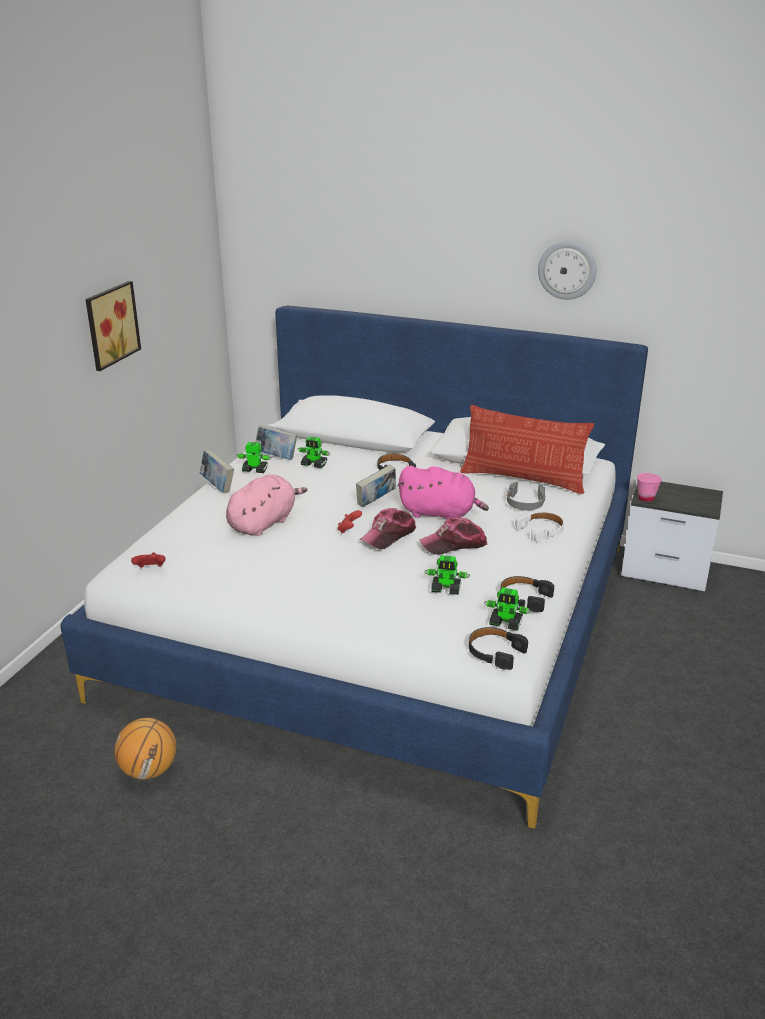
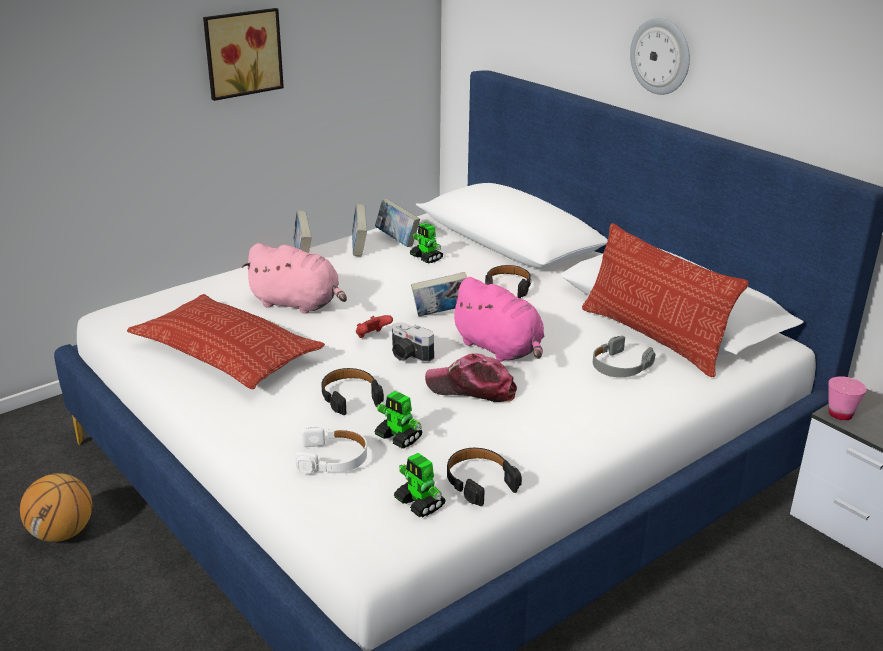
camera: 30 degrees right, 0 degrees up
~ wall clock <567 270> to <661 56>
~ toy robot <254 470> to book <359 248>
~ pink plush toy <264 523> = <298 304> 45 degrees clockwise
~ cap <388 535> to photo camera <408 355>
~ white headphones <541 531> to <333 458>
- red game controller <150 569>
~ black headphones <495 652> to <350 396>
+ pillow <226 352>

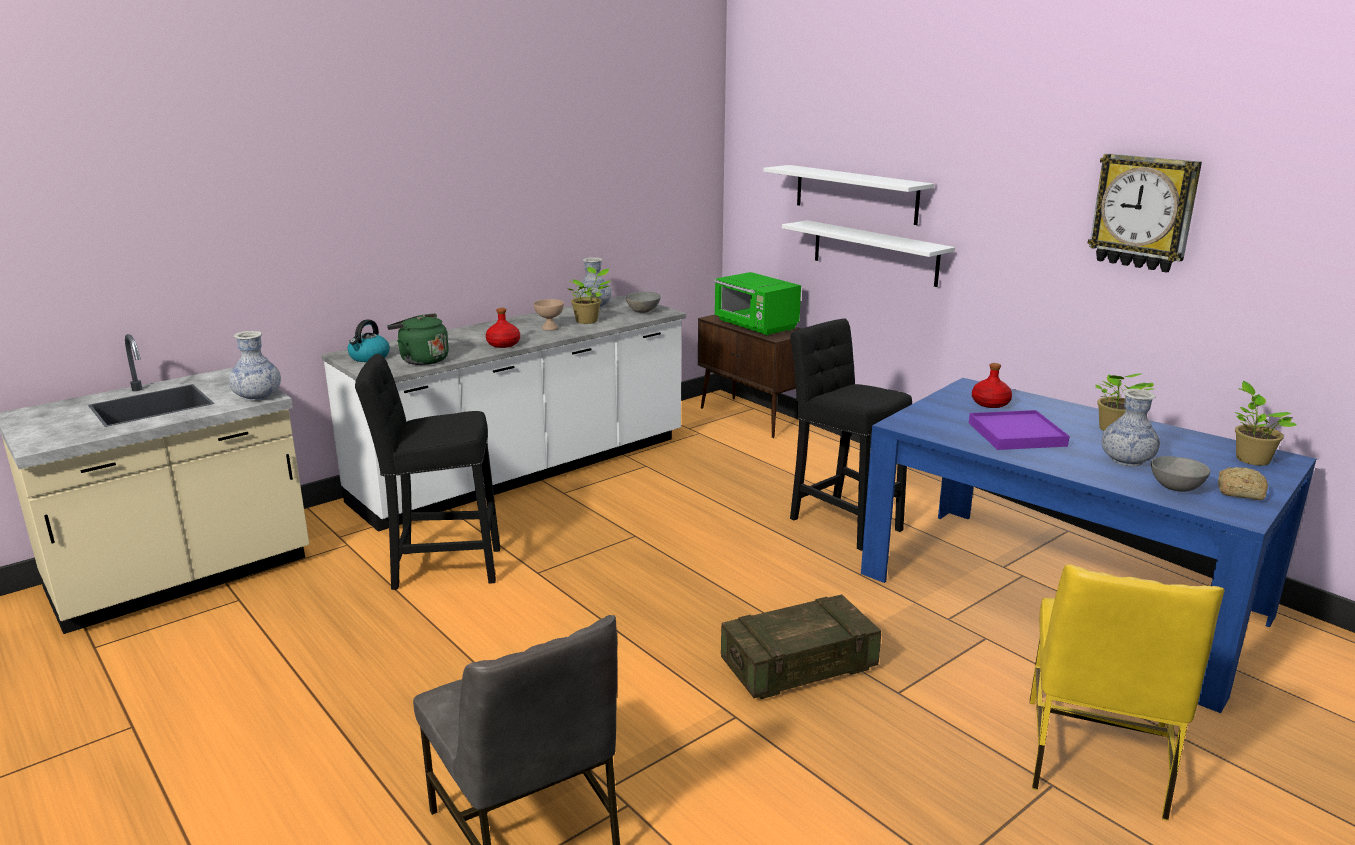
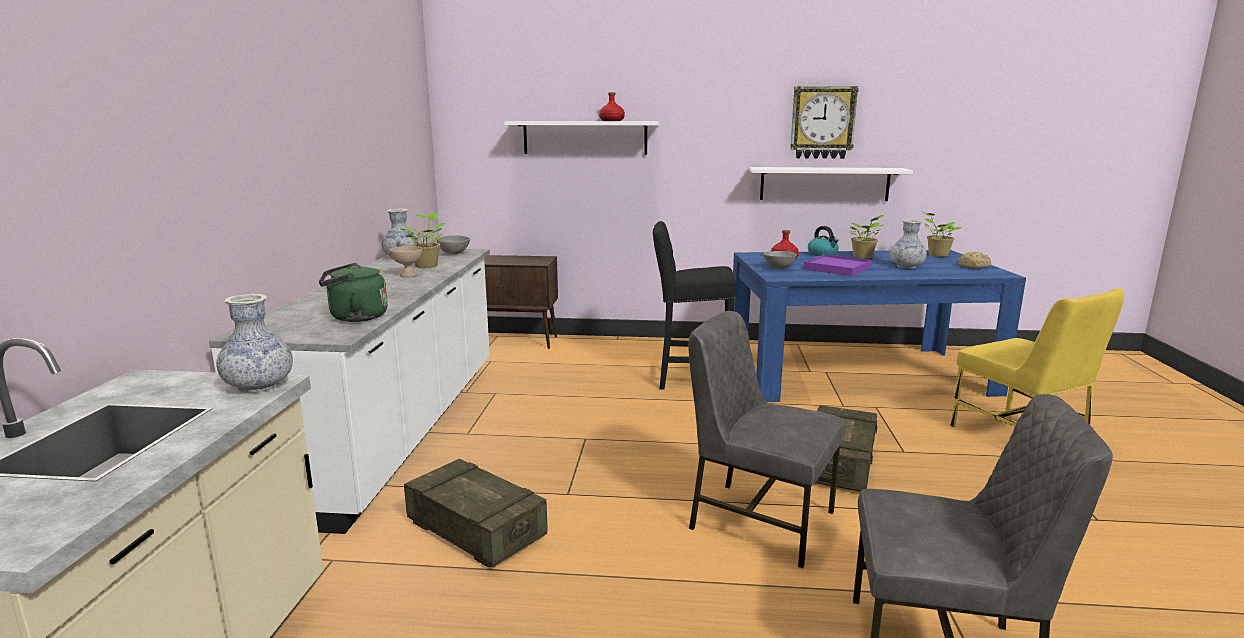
camera: 45 degrees left, 5 degrees down
~ white shelf <874 252> to <824 184>
- green microwave <756 326>
~ red bottle <503 344> to <611 121>
~ kettle <369 357> to <823 254>
~ black stool <440 567> to crate <476 530>
~ grey bowl <1175 488> to <778 268>
+ grey chair <759 520>

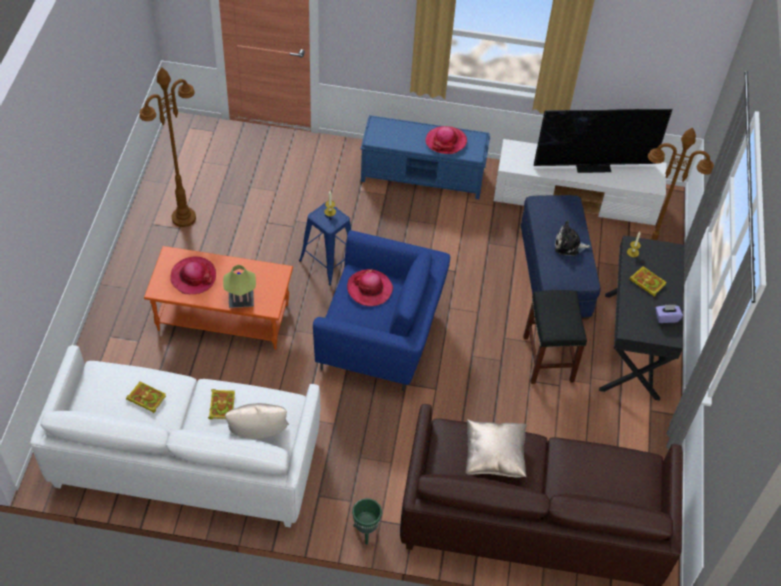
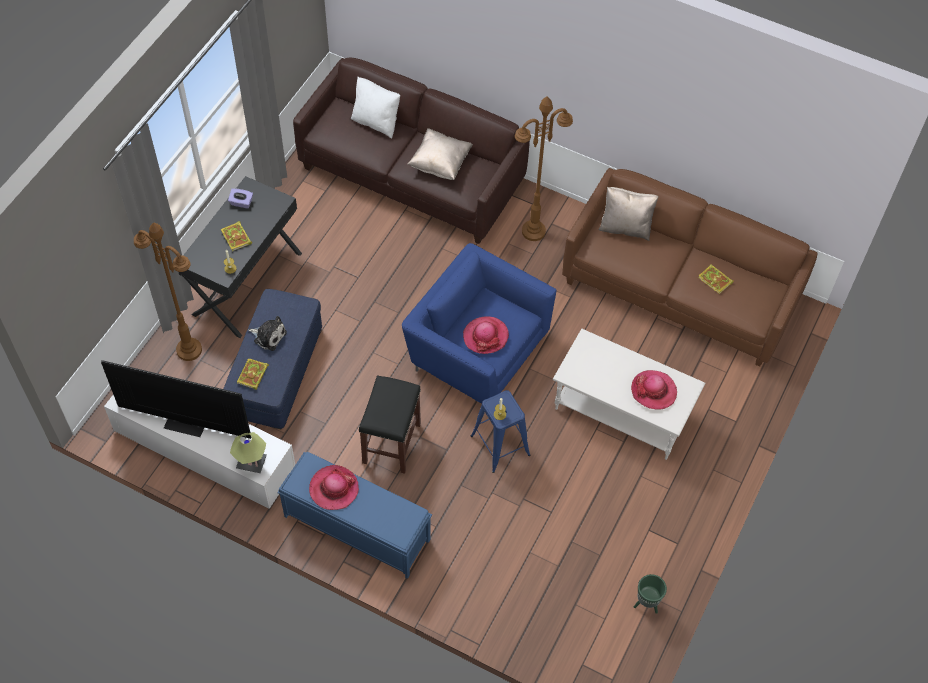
camera: 160 degrees left, 5 degrees up
~ brown floor lamp <184 217> to <533 231>
~ orange coffee table <222 318> to white coffee table <623 411>
~ table lamp <241 300> to <251 462>
~ black stool <547 358> to <392 444>
~ white sofa <186 458> to brown sofa <680 291>
~ book <221 405> to <252 375>
~ green planter <365 531> to <647 604>
+ white pillow <376 122>

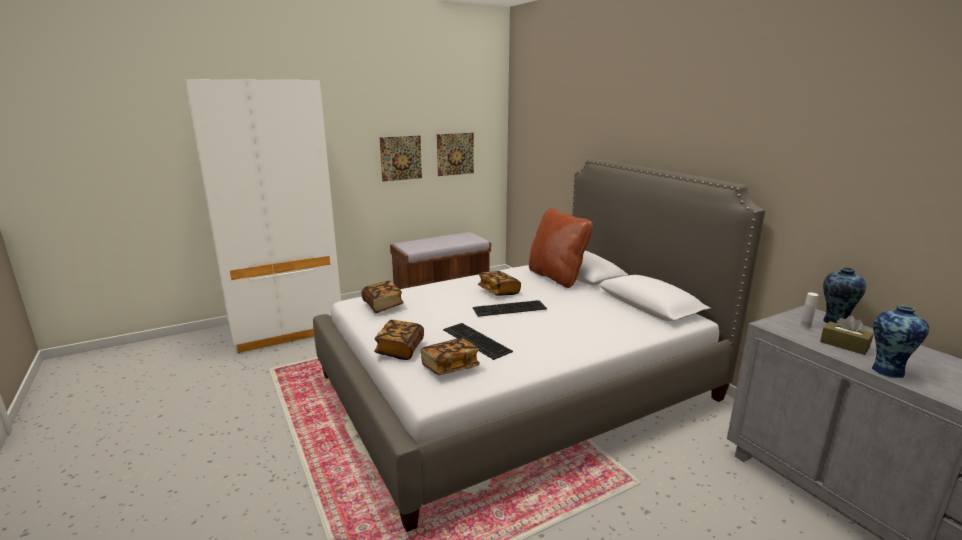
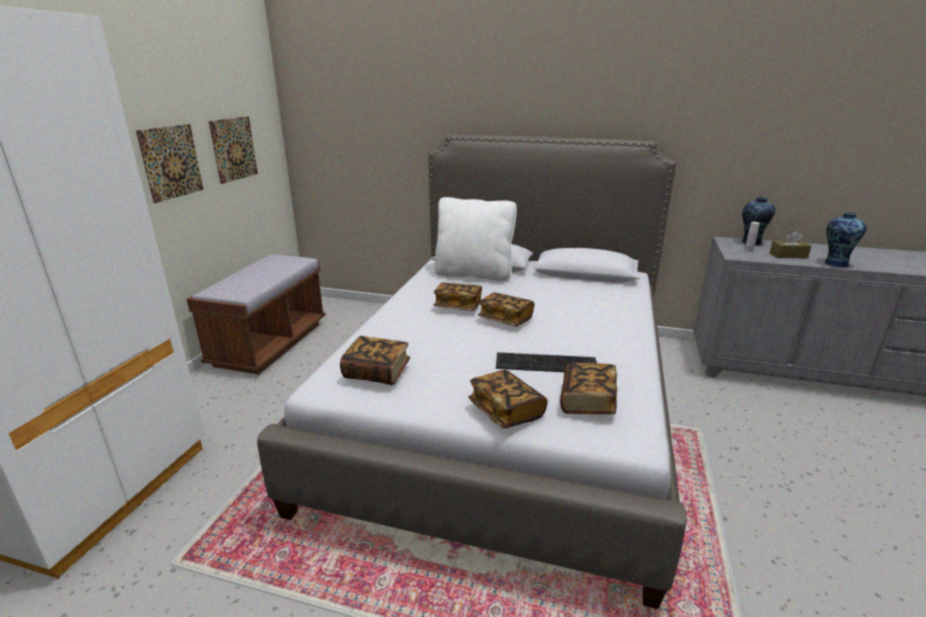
camera: 45 degrees left, 5 degrees up
~ brown pillow <557 277> to white pillow <474 274>
~ keyboard <509 309> to book <505 320>

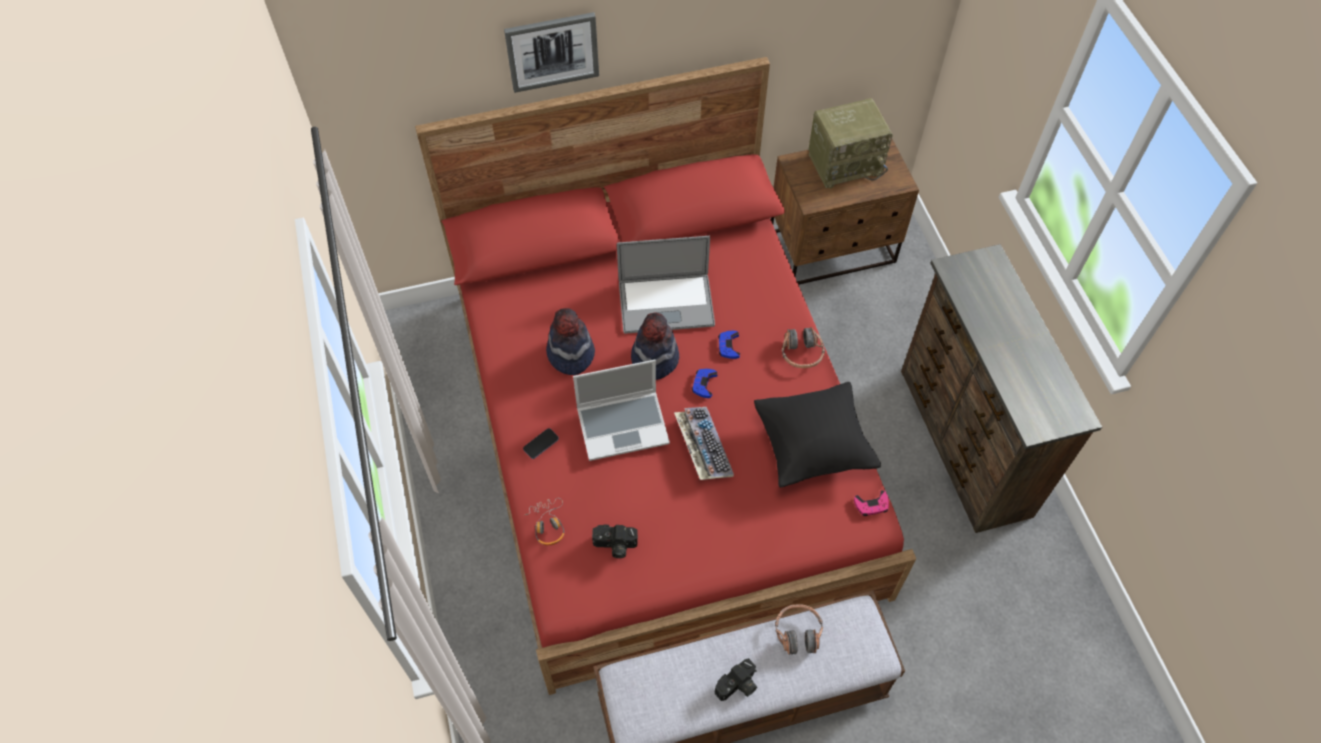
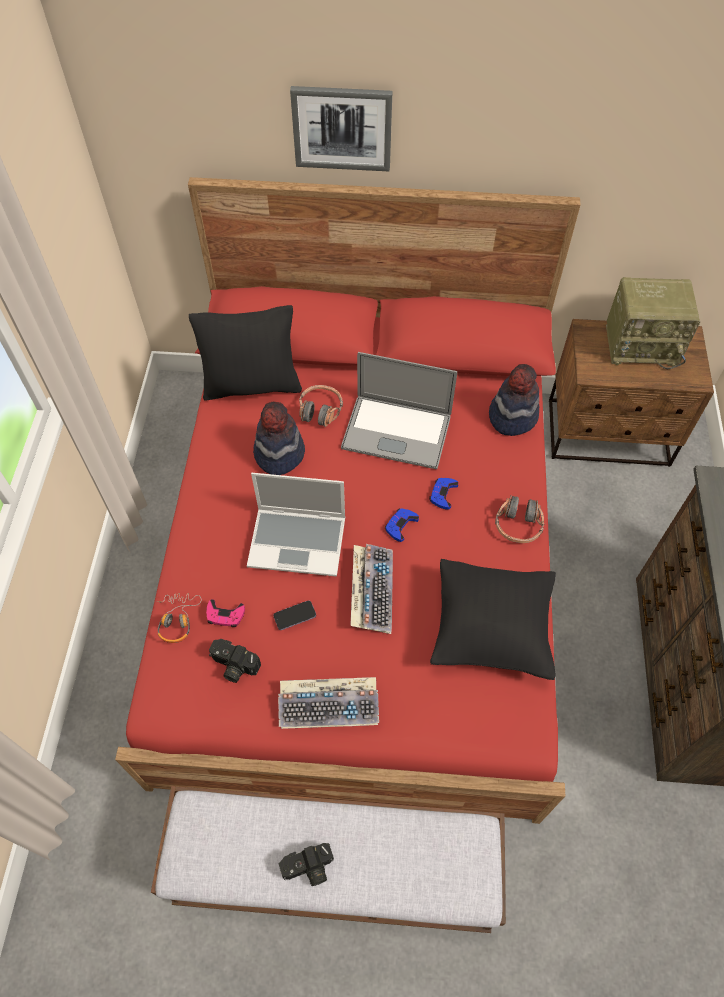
camera: 20 degrees right, 0 degrees up
~ hat <654 359> to <512 416>
~ phone <541 444> to <295 616>
~ pink game controller <871 505> to <225 615>
~ headphones <798 632> to <320 410>
+ black pillow <252 385>
+ keyboard <330 705>

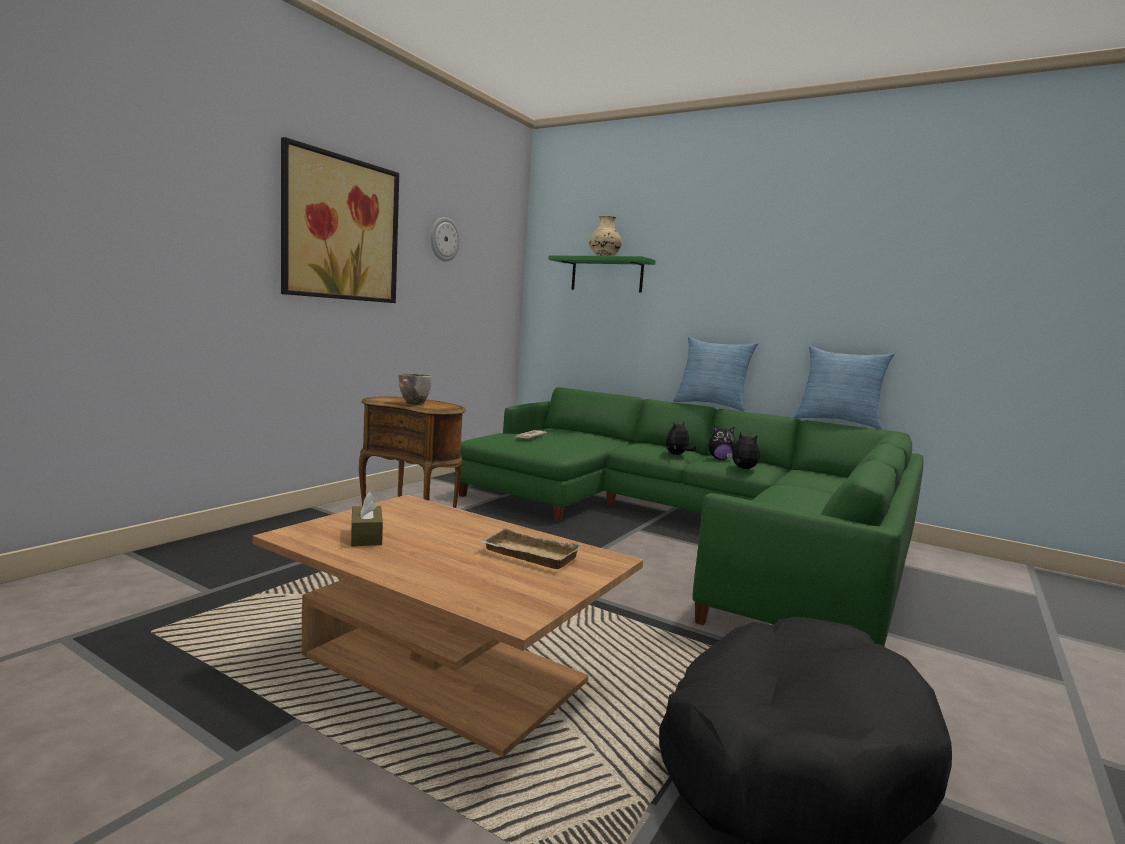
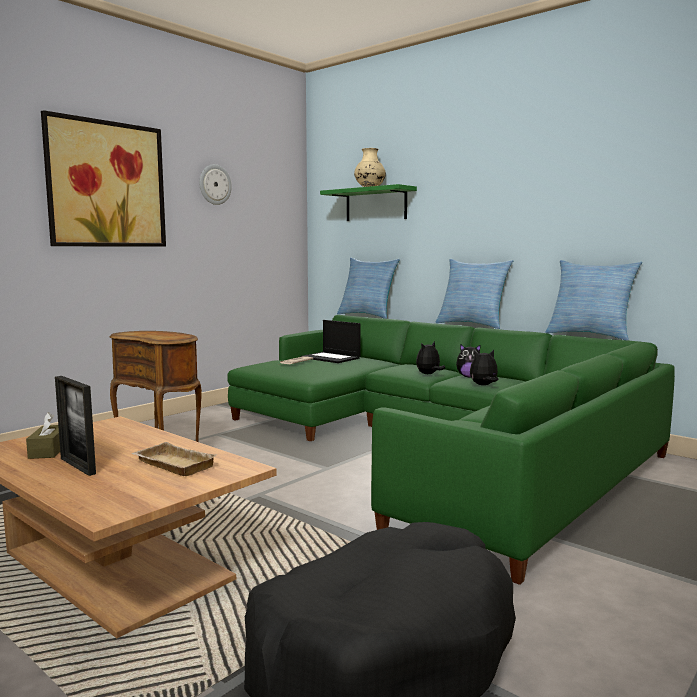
camera: 10 degrees right, 0 degrees up
- bowl <415 403>
~ plush toy <742 468> = <483 385> 75 degrees counterclockwise
+ pillow <367 315>
+ laptop <331 358>
+ picture frame <77 466>

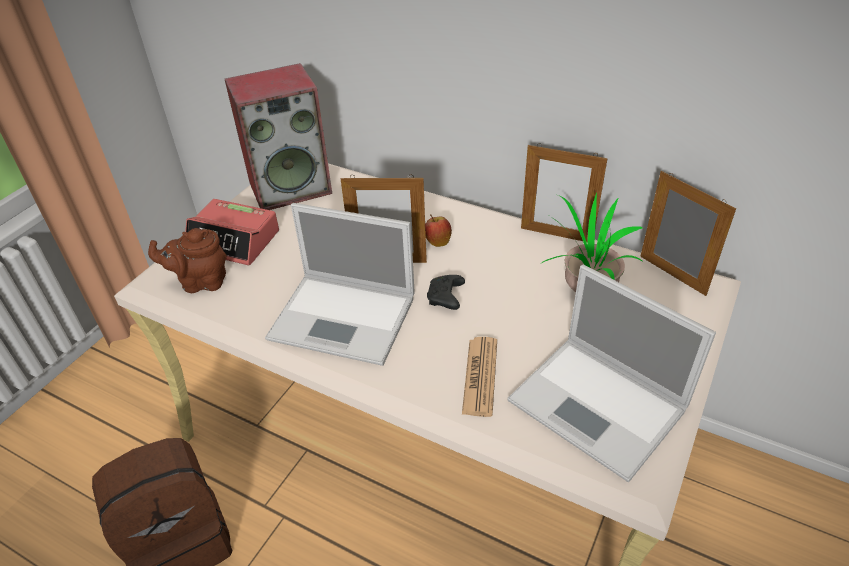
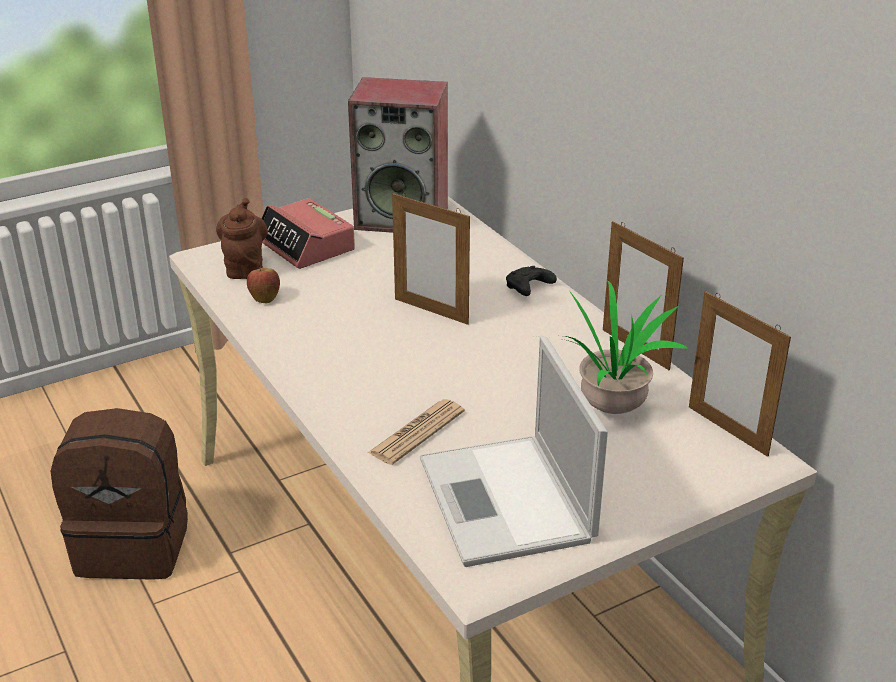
camera: 30 degrees right, 10 degrees down
~ picture frame <672 275> = <727 430> 150 degrees clockwise
- laptop <345 318>
~ apple <437 242> to <264 298>
~ brown teapot <201 282> = <245 267> 60 degrees clockwise
~ black game controller <446 298> to <528 288>

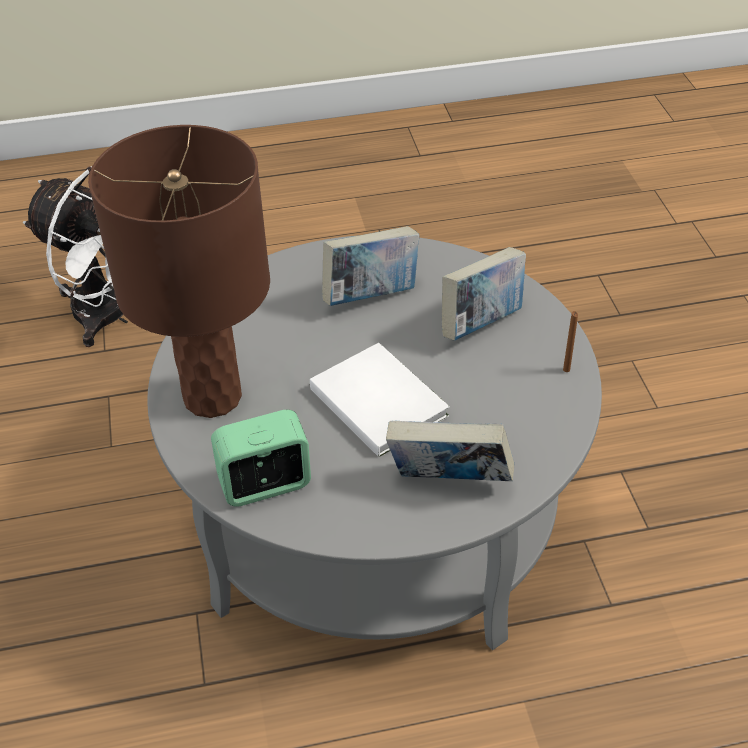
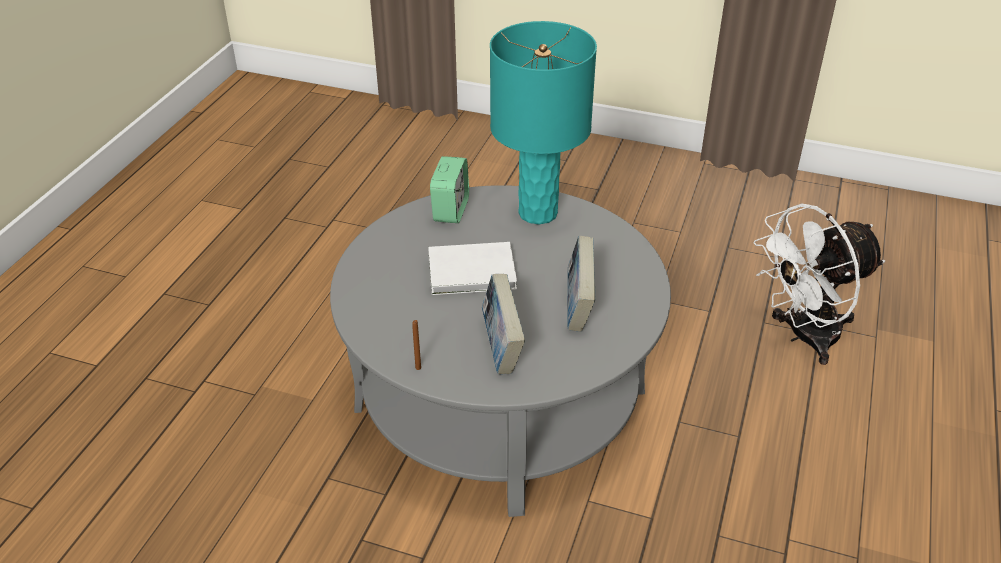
camera: 120 degrees right, 5 degrees down
~ brown table lamp <212 398> to turquoise table lamp <537 213>
- book <449 482>

